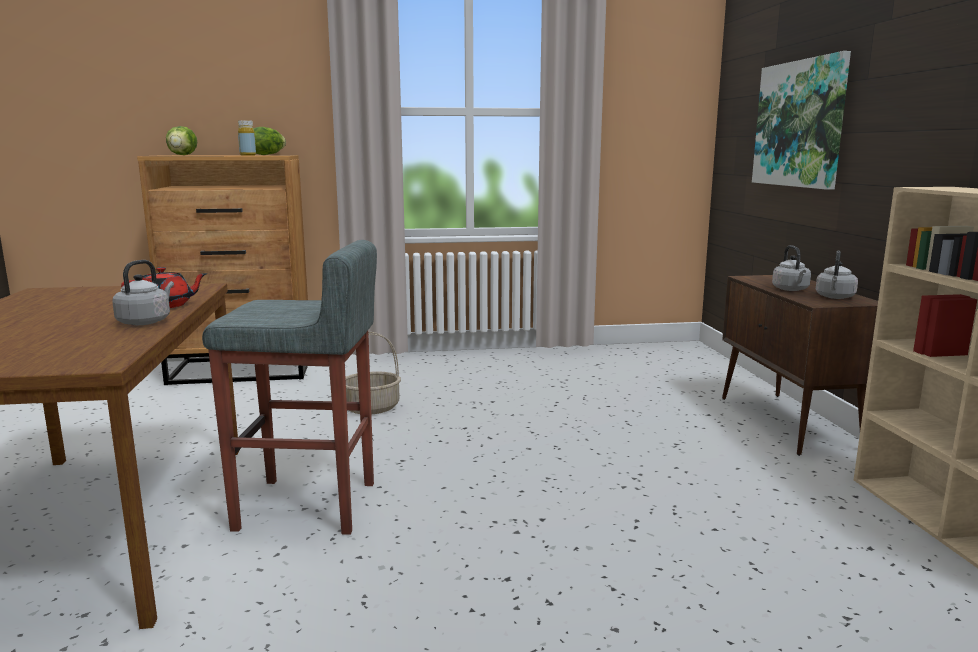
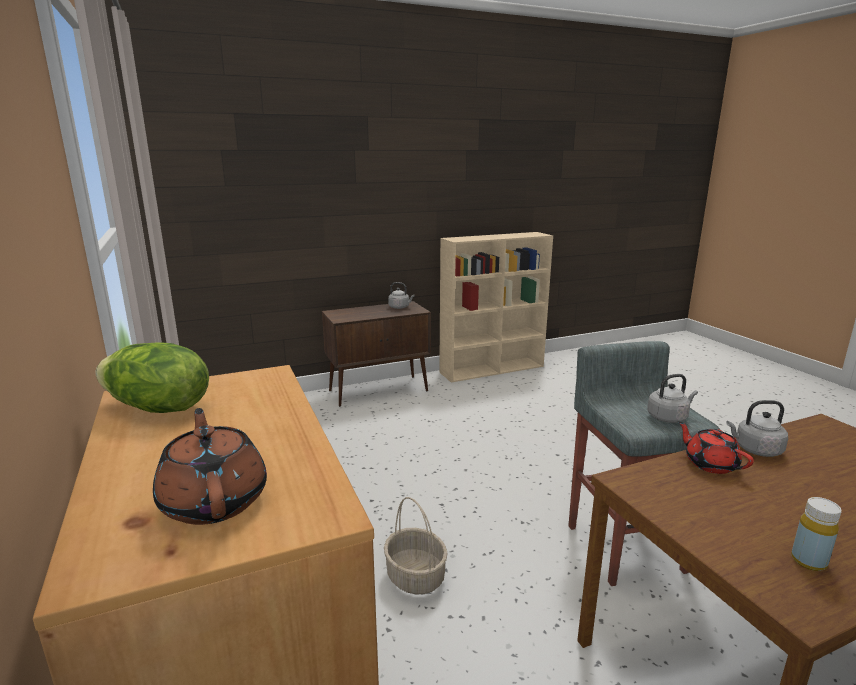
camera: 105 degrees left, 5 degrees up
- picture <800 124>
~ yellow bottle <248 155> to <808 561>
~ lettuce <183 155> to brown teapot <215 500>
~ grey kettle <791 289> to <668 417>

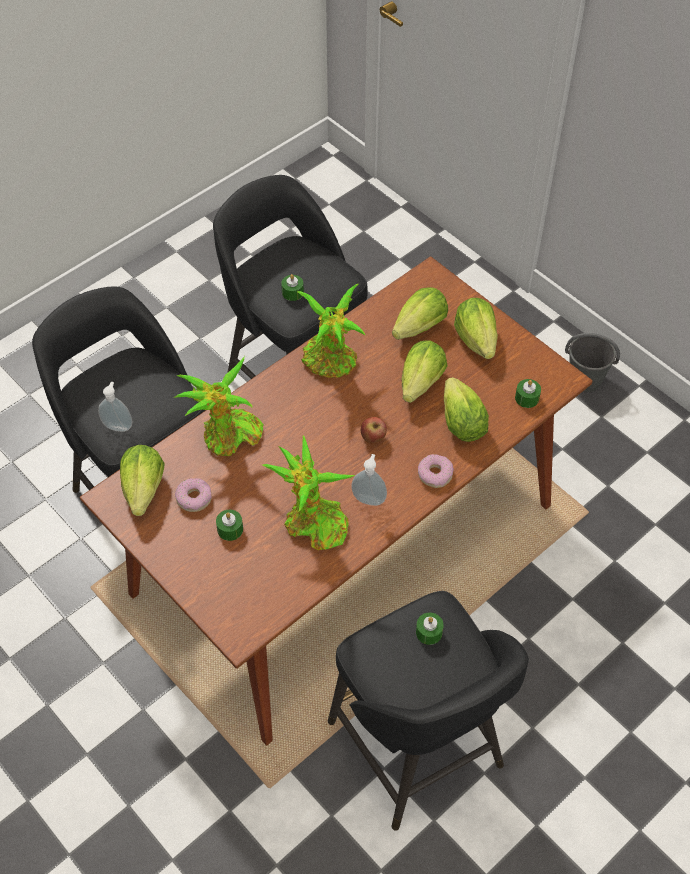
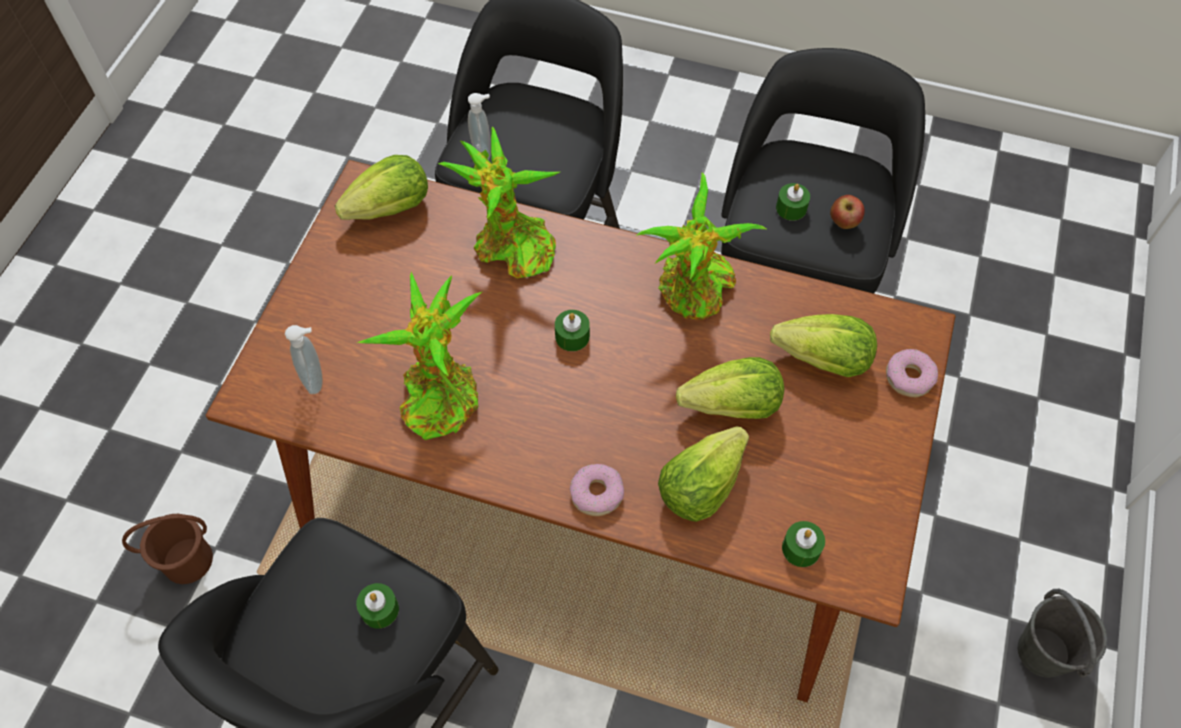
camera: 60 degrees right, 5 degrees up
- lettuce <476 339>
~ apple <373 438> to <843 223>
~ soap dispenser <369 498> to <316 379>
~ donut <194 498> to <909 377>
~ green candle <230 529> to <572 336>
+ brown bucket <187 559>

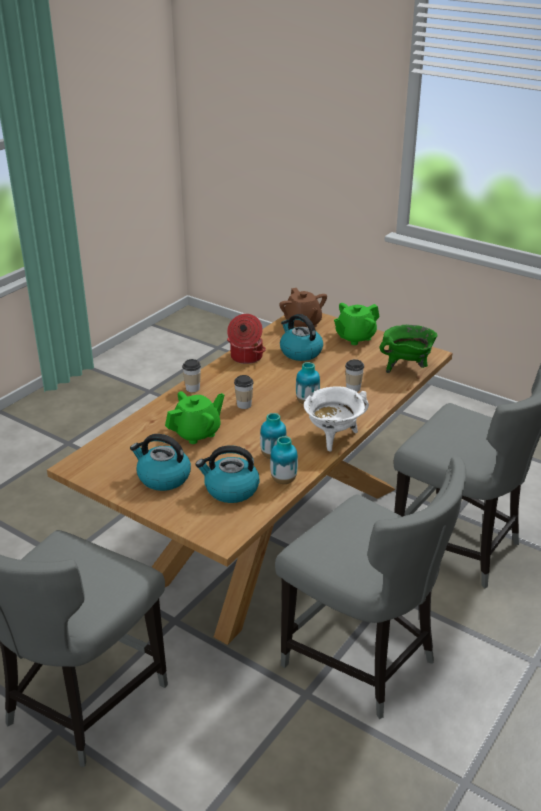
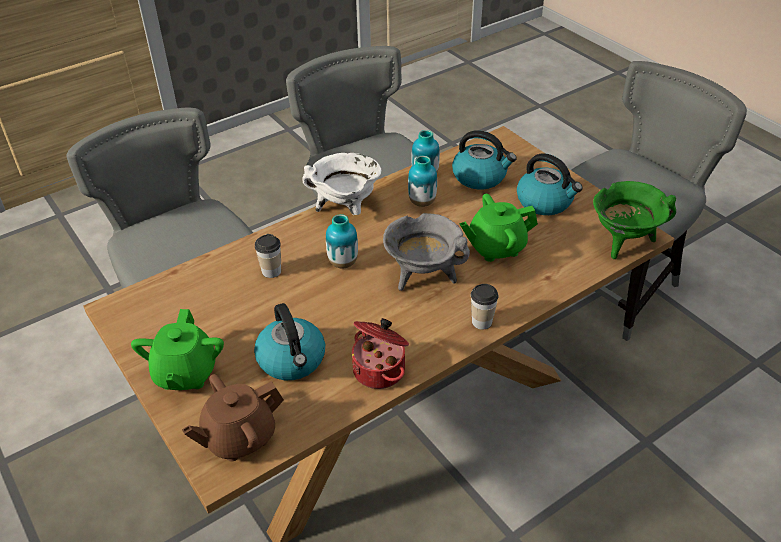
camera: 160 degrees left, 10 degrees up
~ brown teapot <302 323> = <239 437> 120 degrees counterclockwise
~ green teapot <355 337> = <185 373> 105 degrees clockwise
~ green cooking pot <407 368> to <623 242>
~ cup <244 405> to grey cooking pot <423 276>

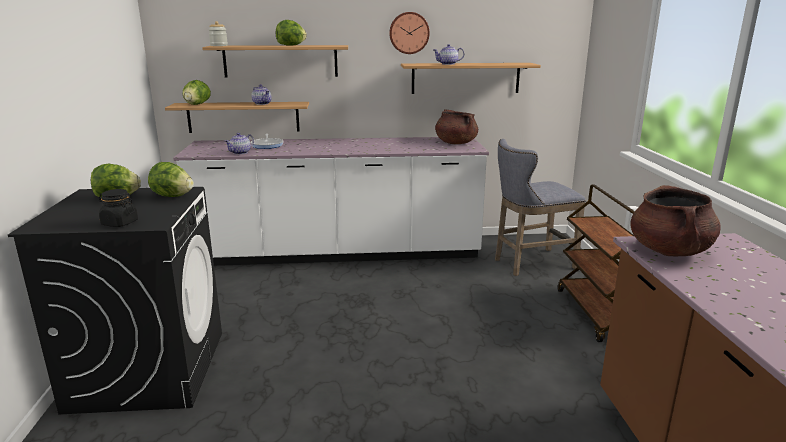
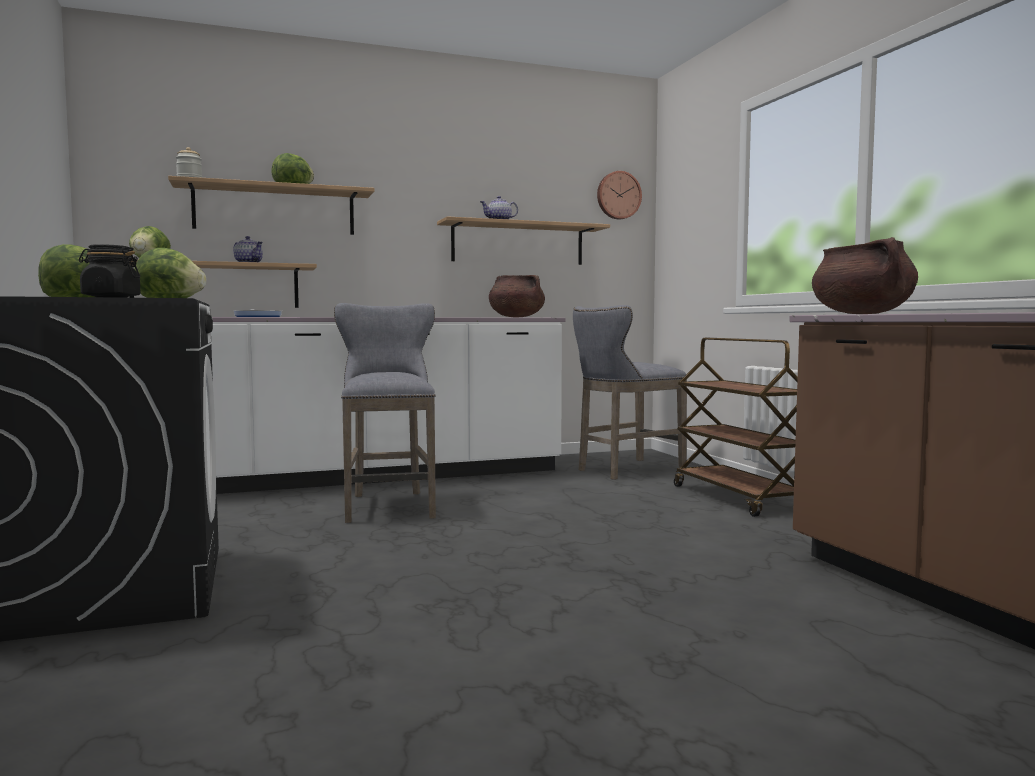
camera: 15 degrees left, 15 degrees down
~ wall clock <409 33> to <618 195>
- teapot <240 153>
+ grey stool <389 505>

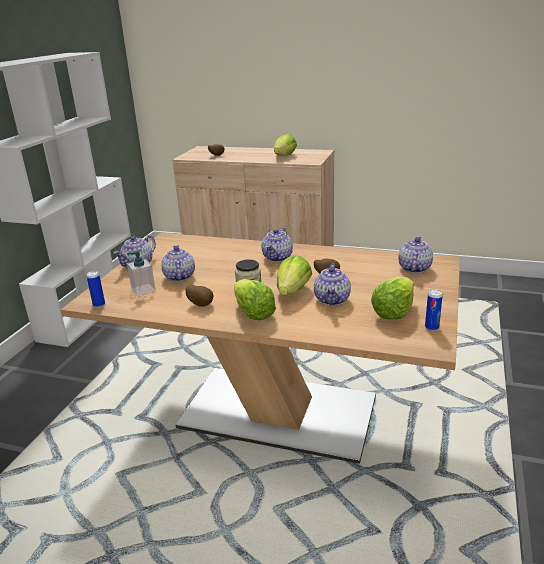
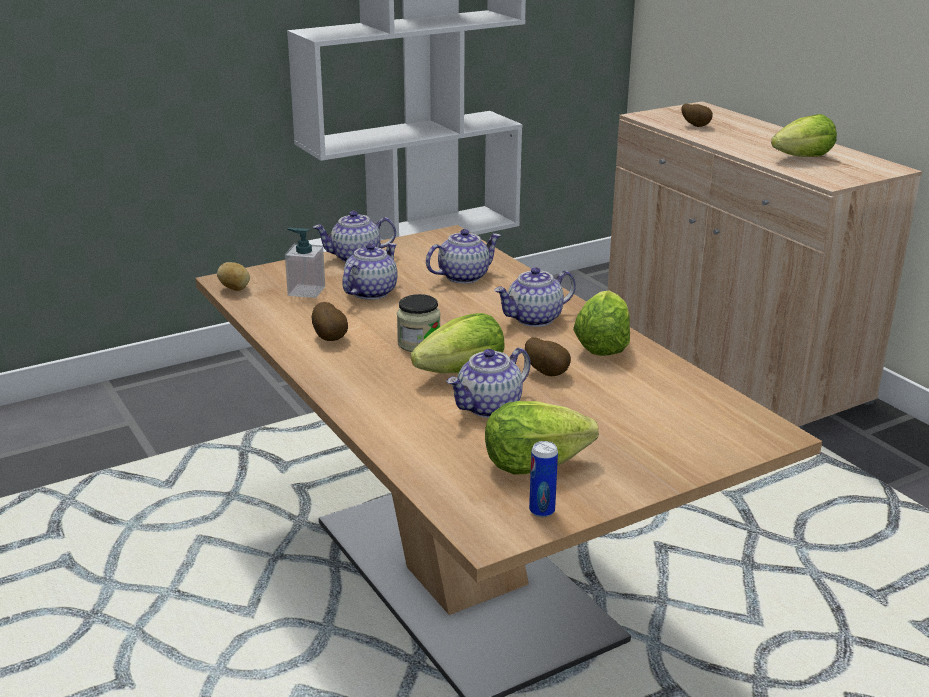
camera: 40 degrees right, 0 degrees up
~ teapot <414 268> to <463 276>
~ can <99 305> to potato <235 289>
~ lettuce <253 313> to <602 346>

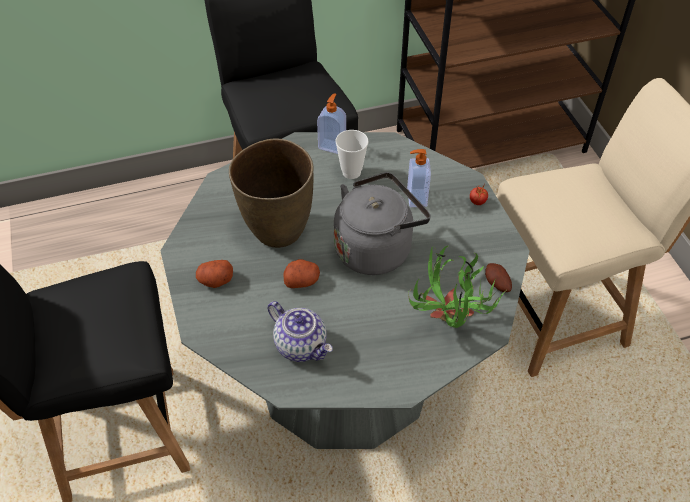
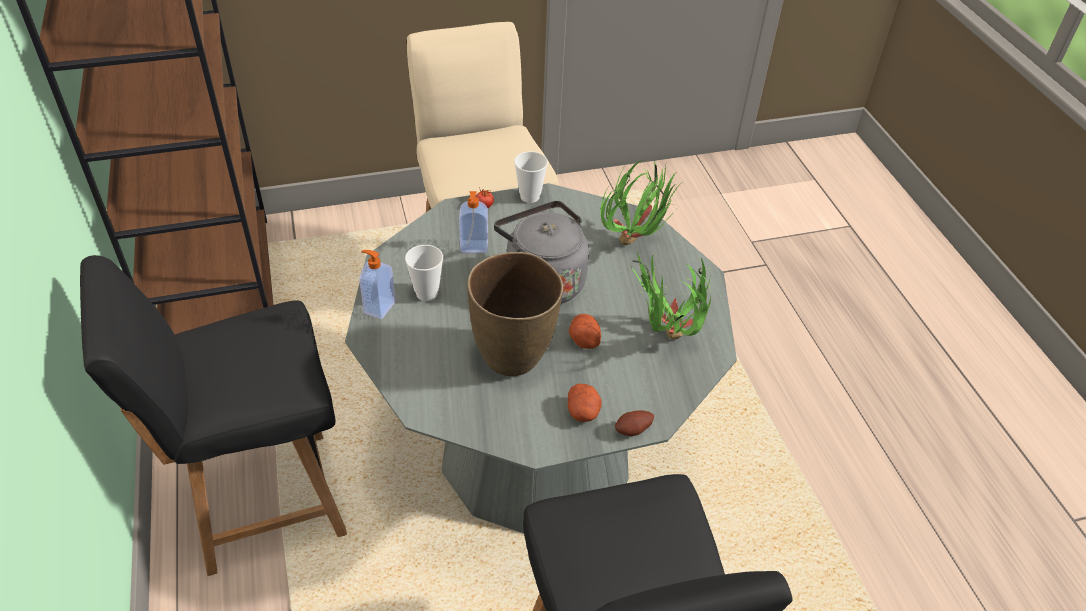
camera: 90 degrees left, 5 degrees down
~ potato <496 284> to <633 430>
~ teapot <301 345> to potted plant <665 340>
+ cup <530 197>

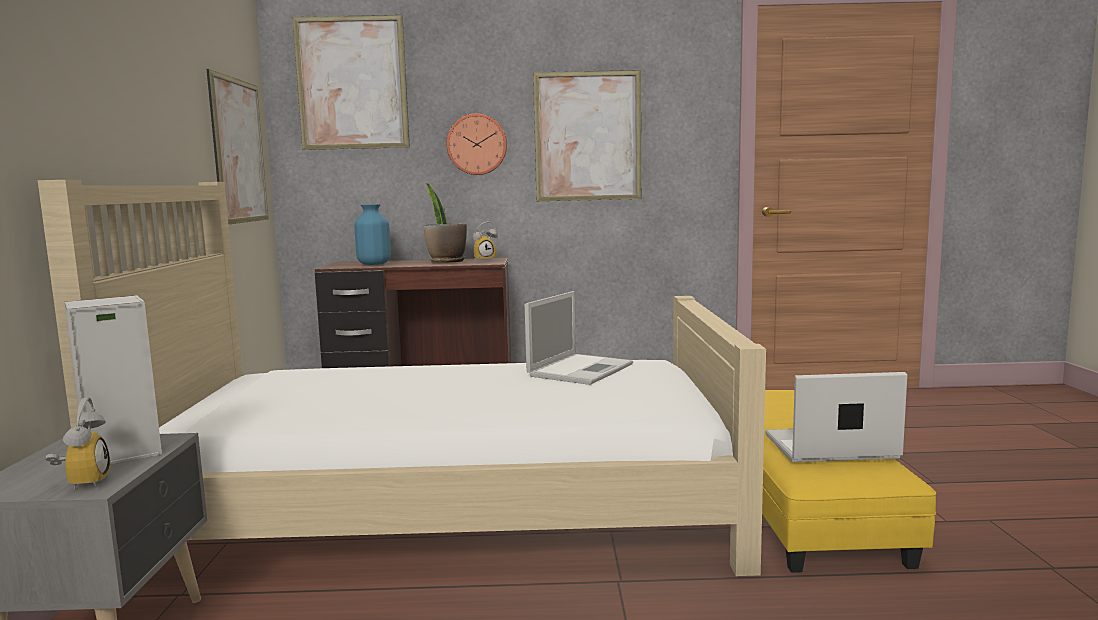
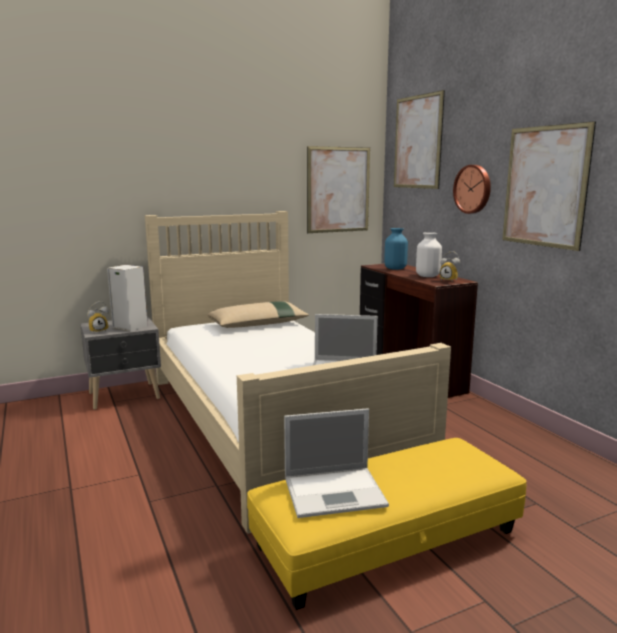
camera: 65 degrees right, 5 degrees up
~ potted plant <446 262> to white vase <427 276>
~ laptop <828 447> = <336 491> 105 degrees clockwise
+ beige pillow <258 324>

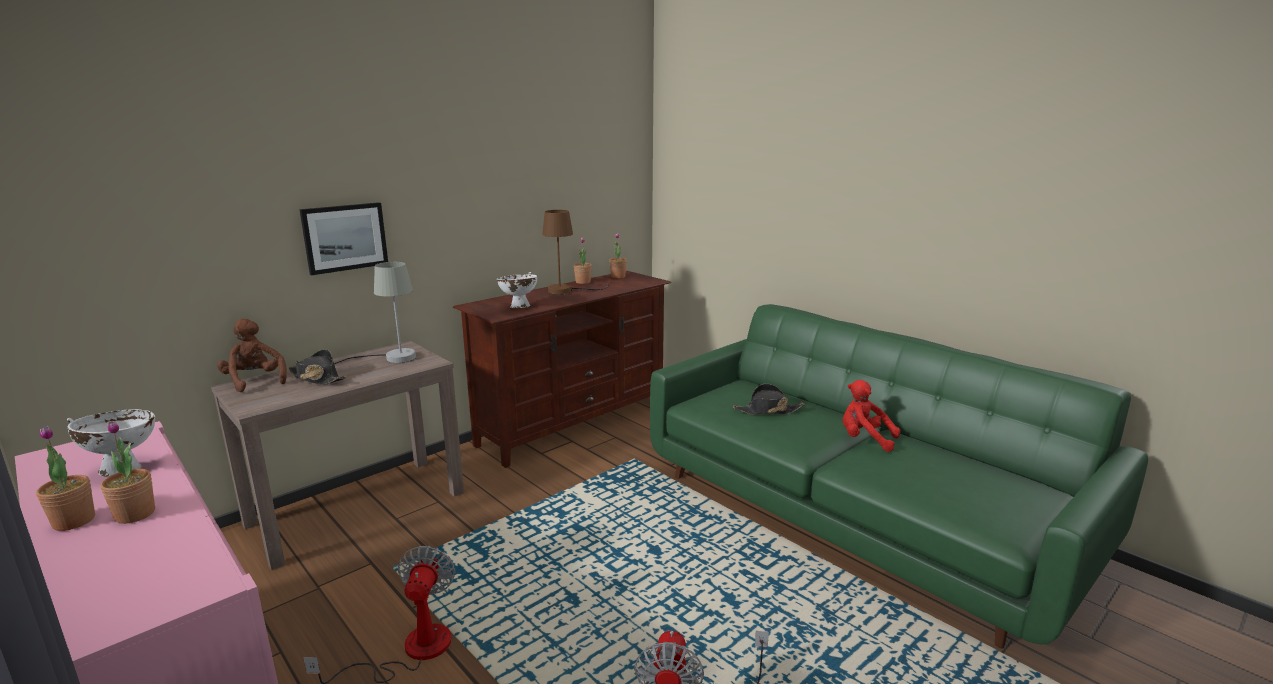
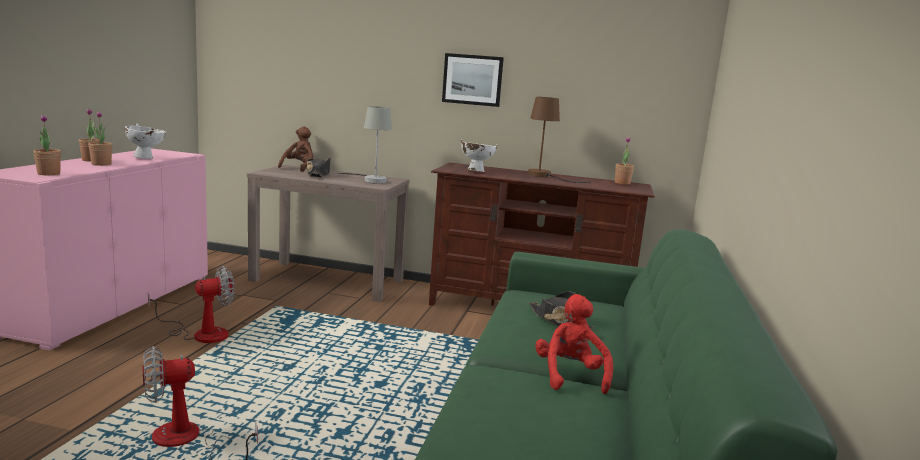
camera: 55 degrees right, 5 degrees down
~ picture <345 237> to <472 80>
~ potted plant <583 282> to <48 174>

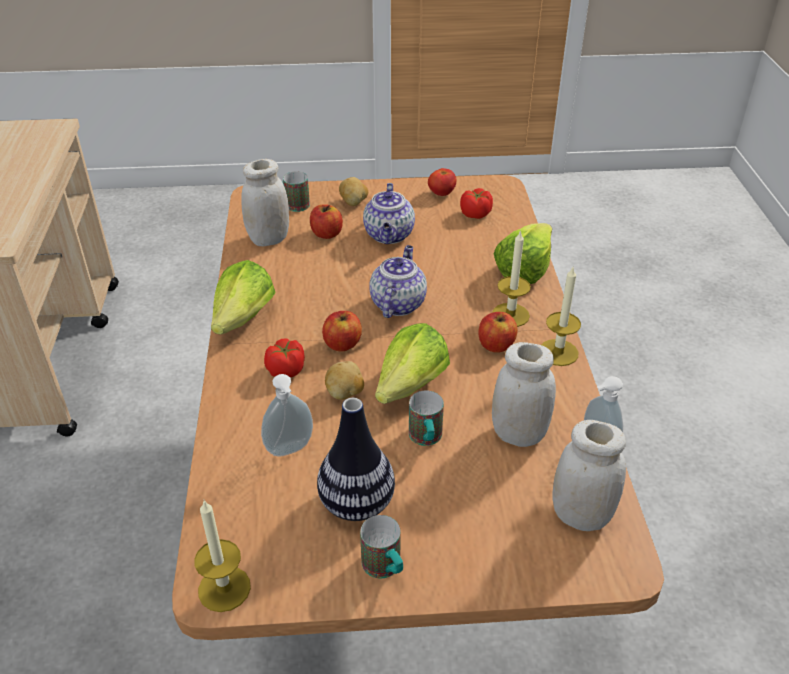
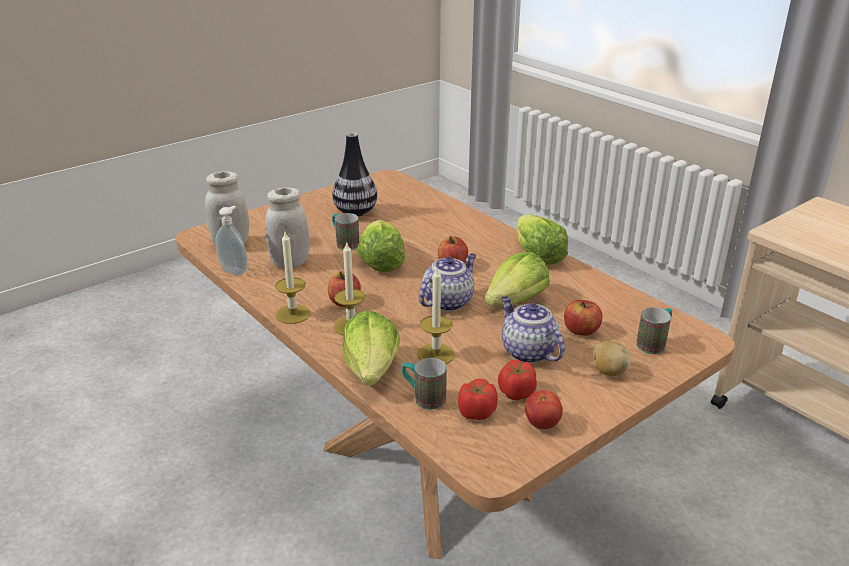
camera: 145 degrees right, 10 degrees down
- white jar <269 239>
~ teapot <397 303> = <448 301> 120 degrees counterclockwise
~ tomato <286 370> to <516 392>
- potato <345 393>
- soap dispenser <290 450>
~ candle <224 588> to <436 354>
~ mug <385 569> to <423 397>
+ lettuce <516 301>

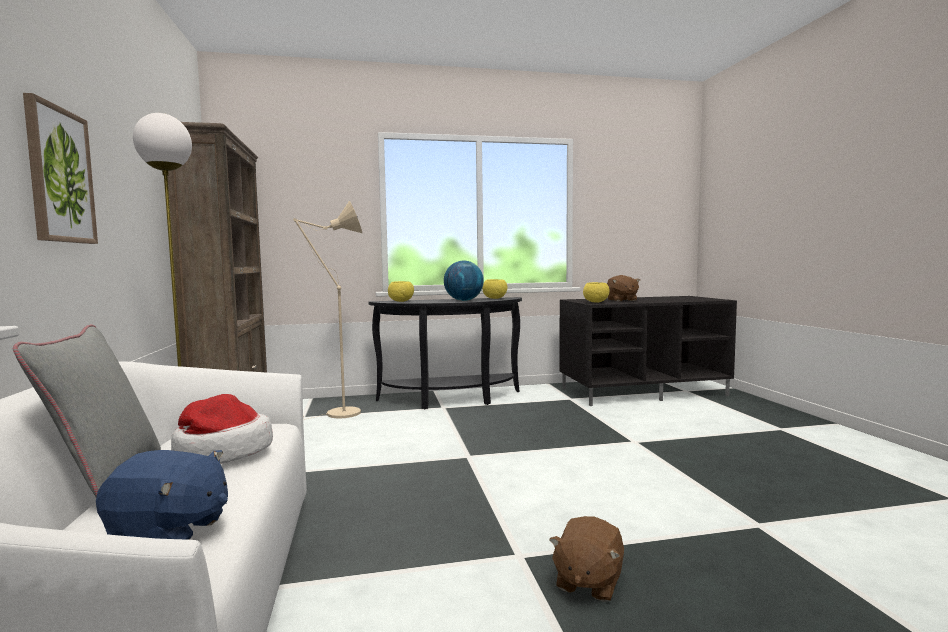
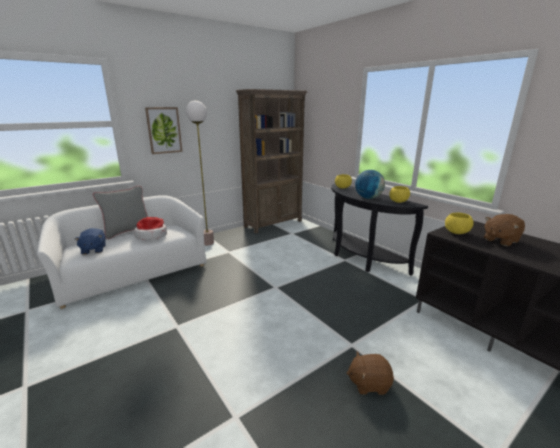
camera: 65 degrees right, 15 degrees up
- beige floor lamp <337 414>
~ brown plush toy <587 581> to <369 383>

